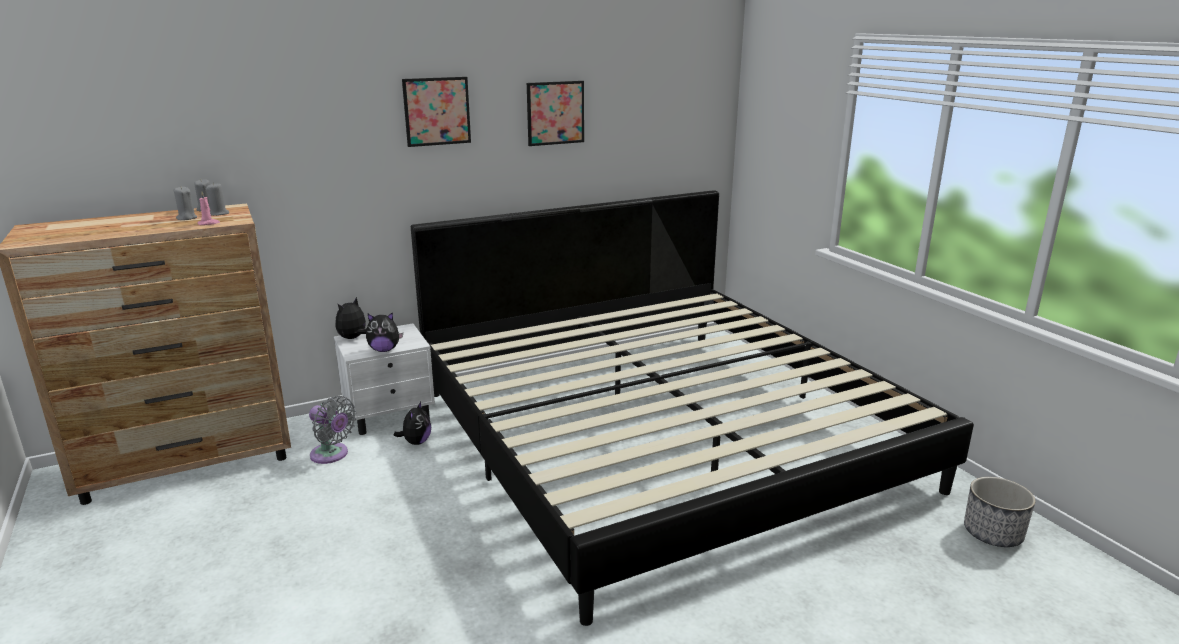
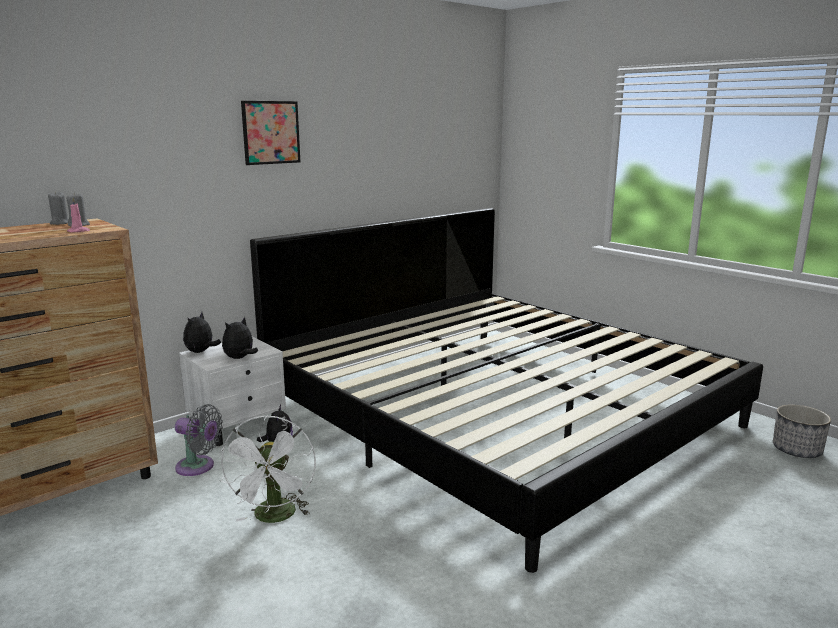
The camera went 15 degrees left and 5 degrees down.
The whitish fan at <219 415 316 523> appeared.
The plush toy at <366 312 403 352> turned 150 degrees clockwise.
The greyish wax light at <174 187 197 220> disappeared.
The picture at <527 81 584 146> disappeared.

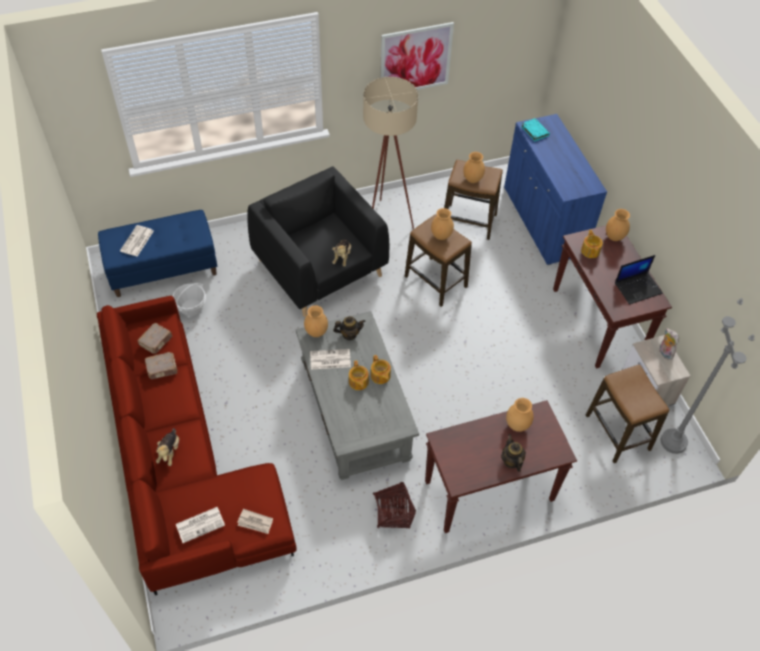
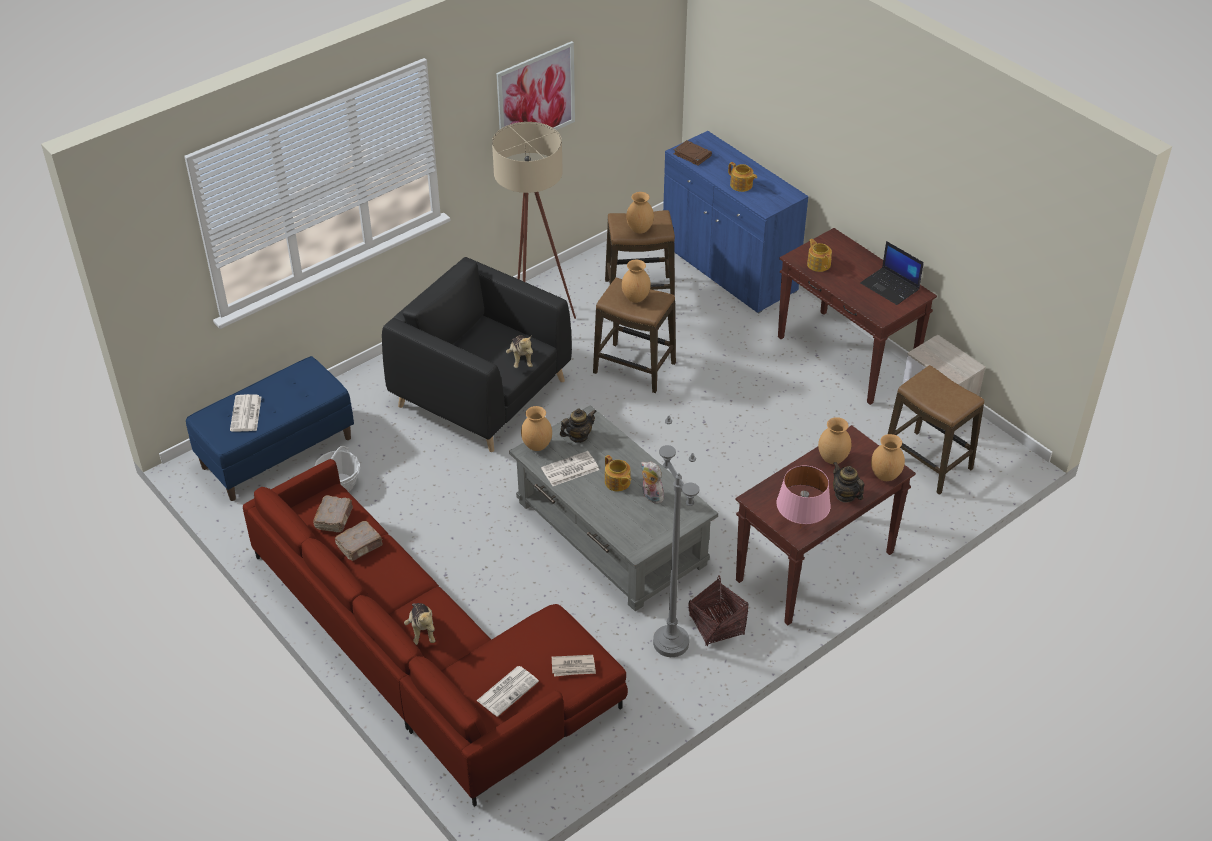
The camera went 20 degrees left and 10 degrees down.
The plush toy moved from <659 328 679 360> to <641 461 664 504>.
The greyish standing lamp moved from <661 298 754 454> to <653 416 699 657>.
The blue-green volume at <521 118 550 141> became the brown volume at <674 140 712 165>.
The teapot moved from <371 355 391 384> to <728 162 757 192>.
The pinkish tabletop lamp at <776 465 831 528> appeared.
The notebook computer at <615 255 663 305> turned 90 degrees clockwise.
The brown vase moved from <606 209 630 241> to <871 434 905 481>.

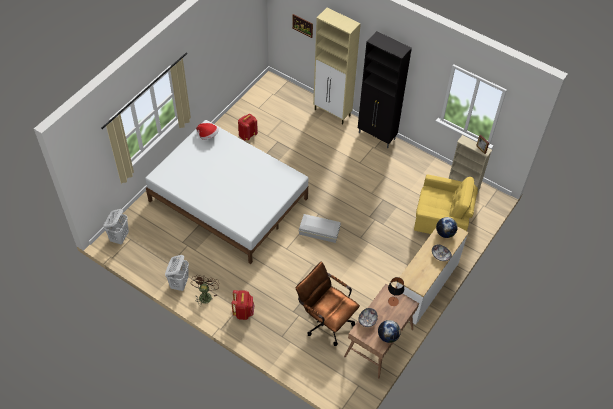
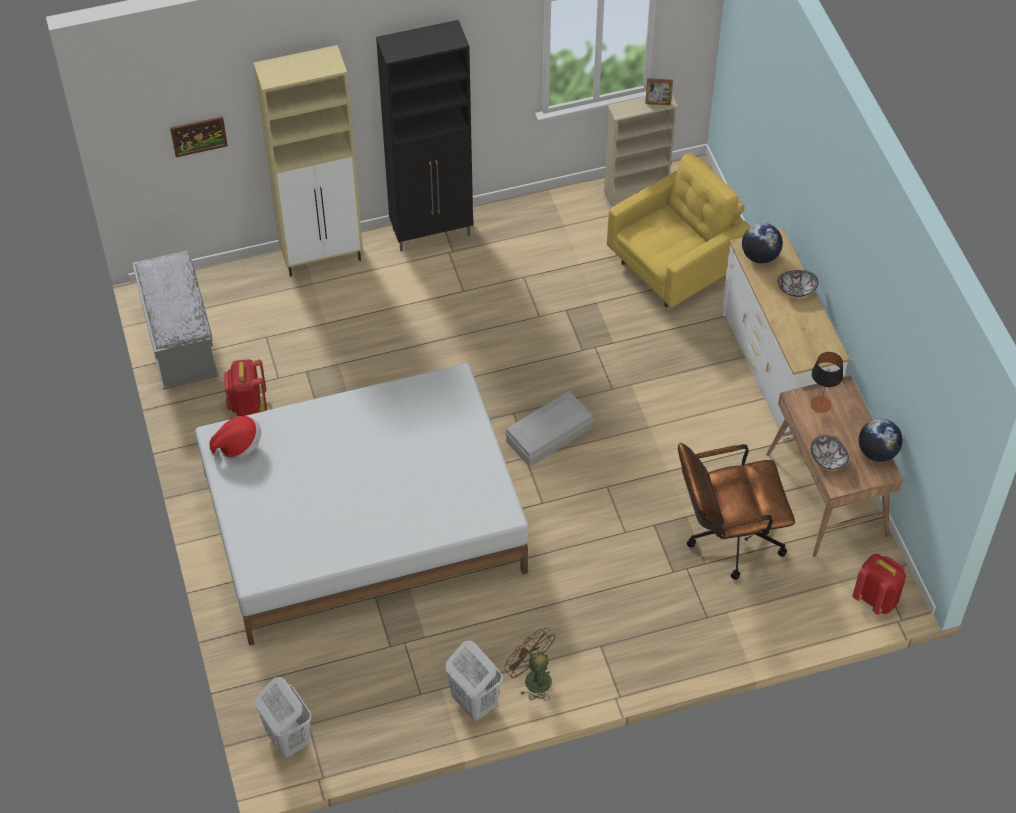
The camera went 50 degrees left and 0 degrees up.
The greyish bench at <132 251 219 390> appeared.
The red-coloured backpack moved from <232 290 254 320> to <853 554 906 615>.

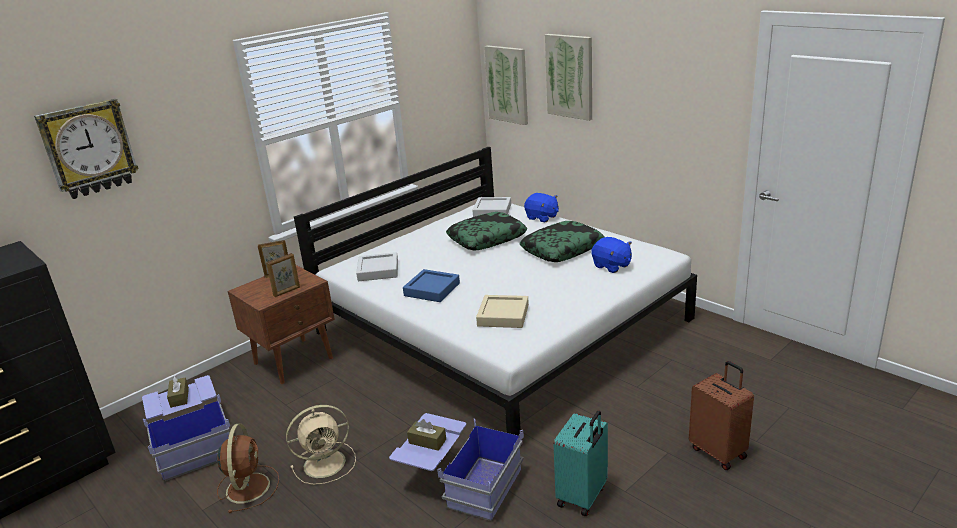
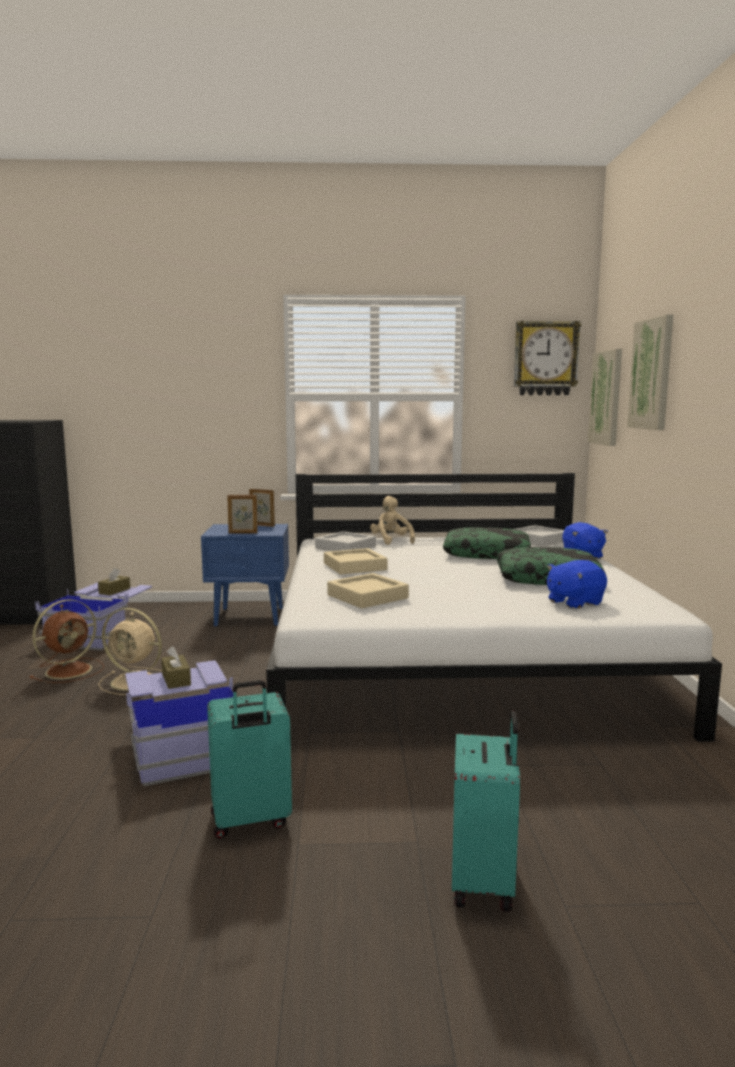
The camera went 40 degrees right and 15 degrees down.
The brown night table at <228 265 335 384> became the blue-coloured night table at <201 524 289 626>.
The blue-coloured serving tray at <403 269 460 302> became the sand-coloured serving tray at <324 548 387 574>.
The sand-coloured plush toy at <370 496 415 545> appeared.
The brown piece of luggage at <689 361 754 470> became the blue-green piece of luggage at <452 711 520 912>.
The wall clock moved from <34 99 139 199> to <514 321 581 395>.
The blue-coloured plush toy at <591 237 632 273> turned 60 degrees clockwise.

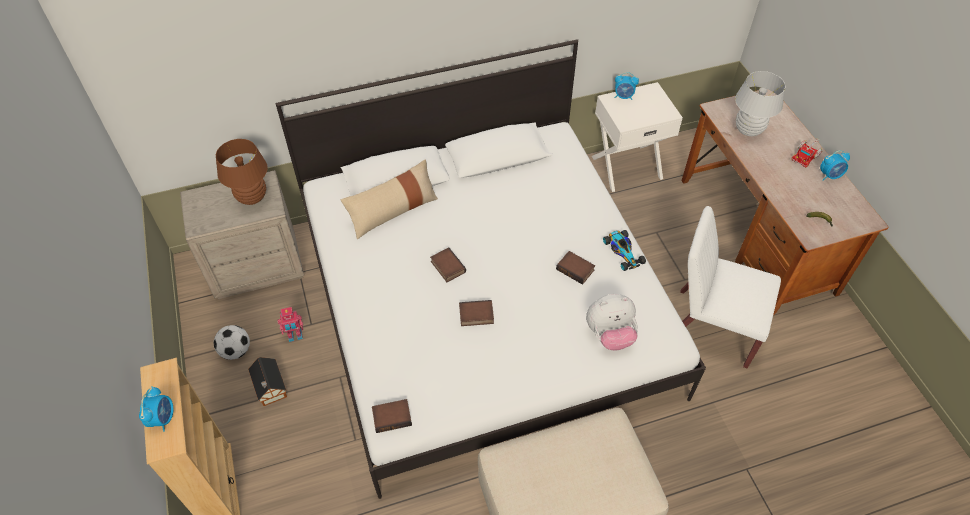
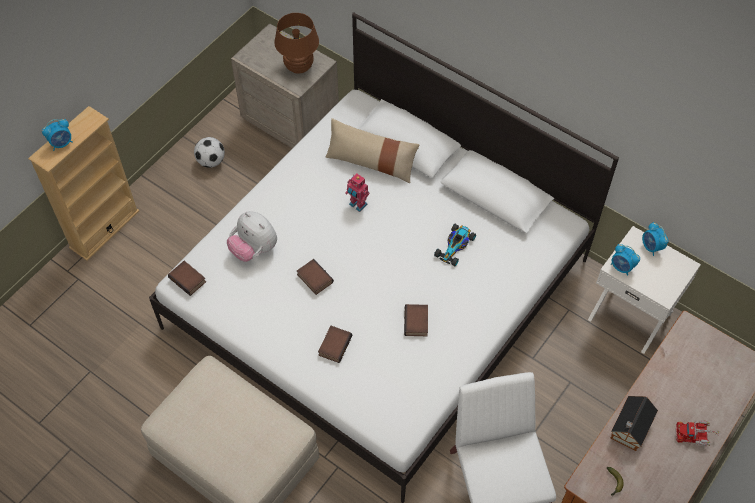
The camera went 55 degrees right and 5 degrees up.
The plush toy moved from <586 294 638 350> to <227 211 277 262>.
The volume moved from <430 247 466 282> to <318 326 352 363>.
The robot figure moved from <277 307 303 342> to <345 173 369 212>.
The toy car moved from <603 230 646 271> to <434 224 476 267>.
The alarm clock moved from <820 150 850 181> to <611 244 640 276>.
The miniature house moved from <248 357 287 406> to <611 396 658 451>.
The whitish tabletop lamp at <735 71 785 136> disappeared.

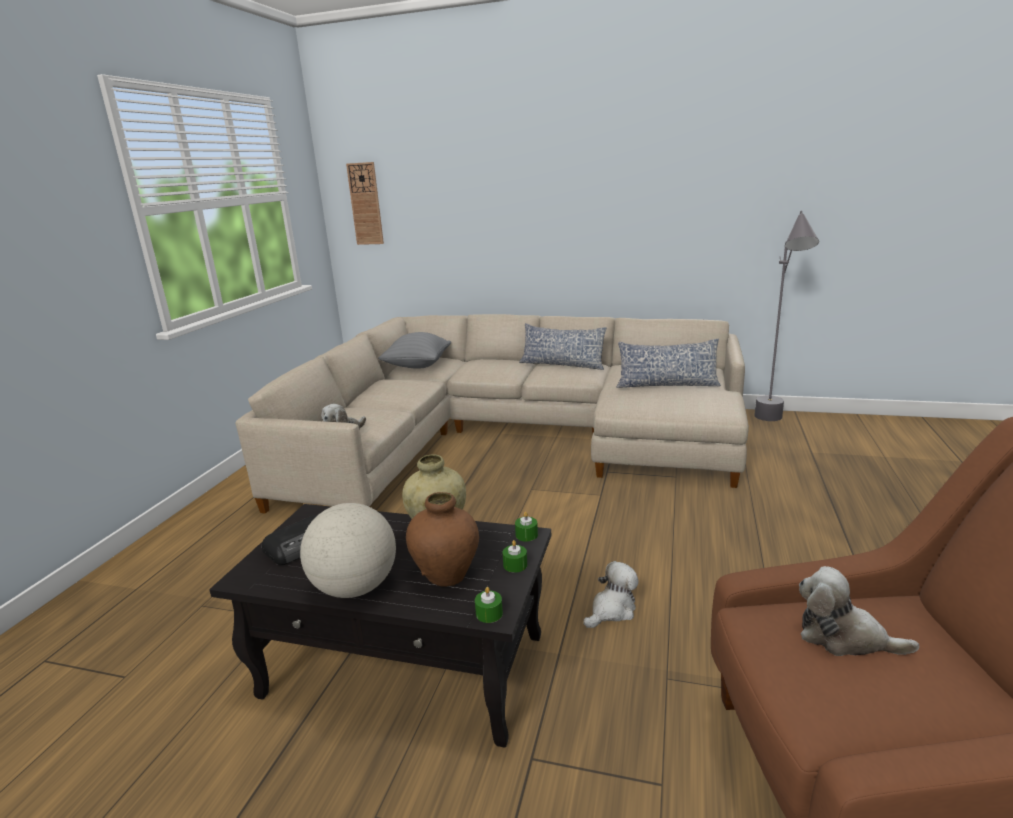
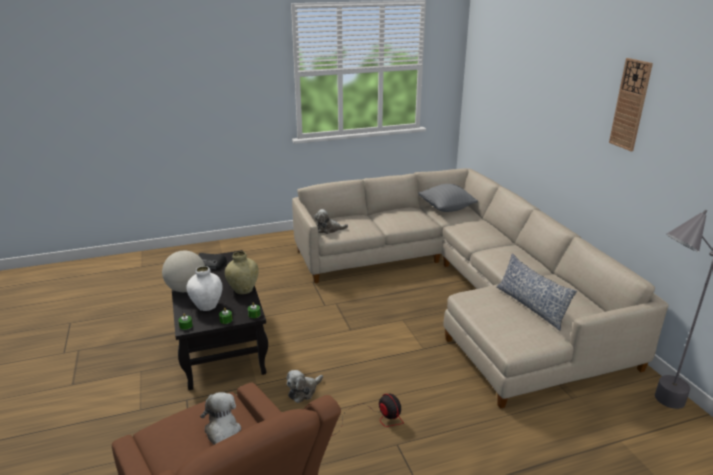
The camera went 55 degrees right and 5 degrees up.
The brown vase at <406 492 479 587> became the whitish vase at <187 266 223 311>.
The plush toy at <583 561 639 628> turned 120 degrees clockwise.
The fan at <332 394 404 436> appeared.
The wall clock moved from <346 162 384 245> to <609 58 653 151>.
The throw pillow at <519 323 607 370> disappeared.

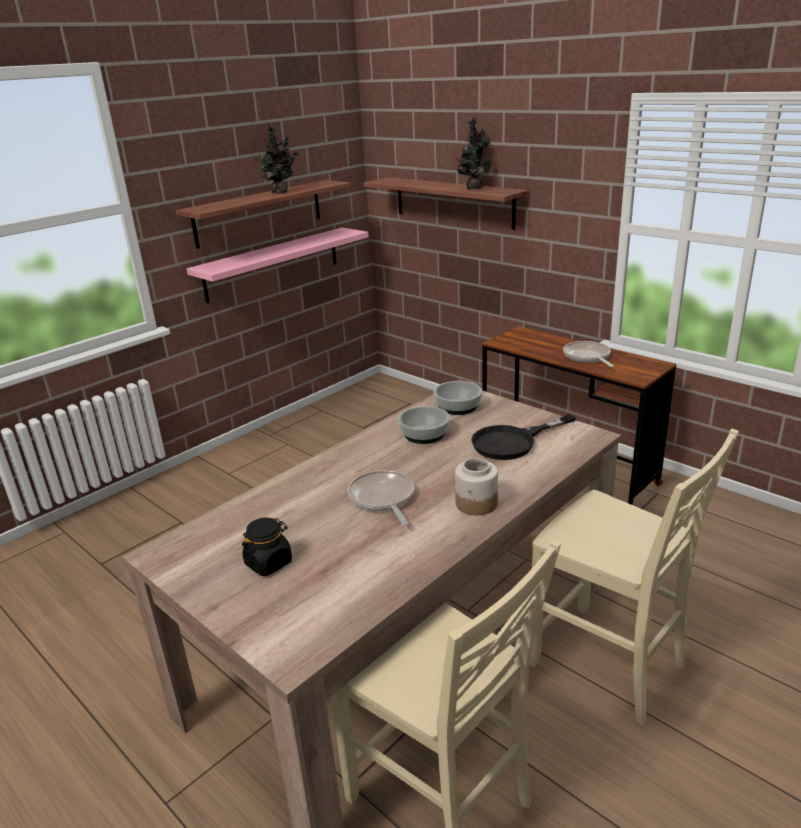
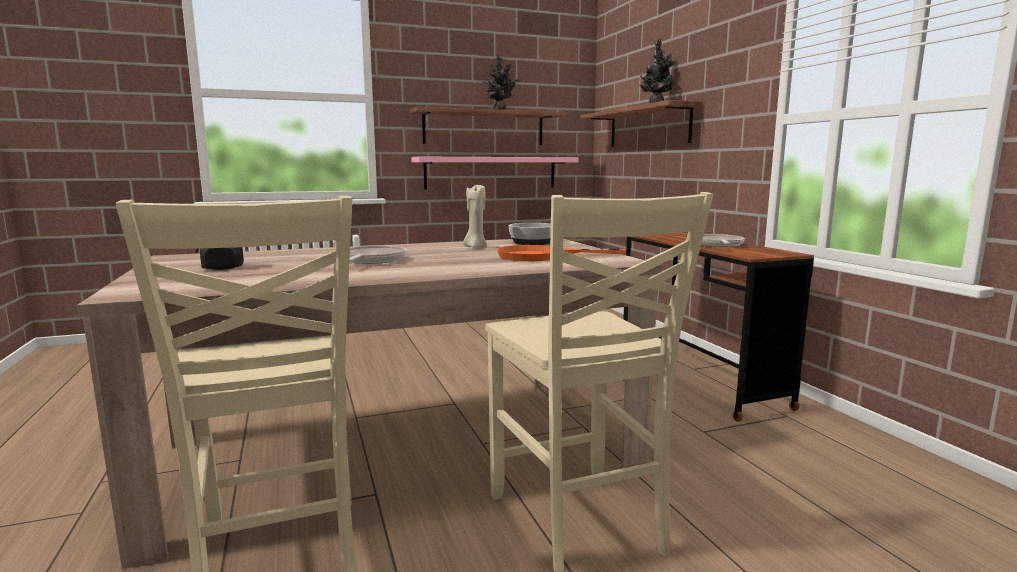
The camera went 25 degrees right and 15 degrees down.
The bowl at <398 406 450 444> was replaced by the sand-coloured wax light at <463 185 487 248>.
The black pan at <471 414 576 460> became the orangey pan at <497 245 626 261>.
The storage jar at <455 458 498 515> disappeared.

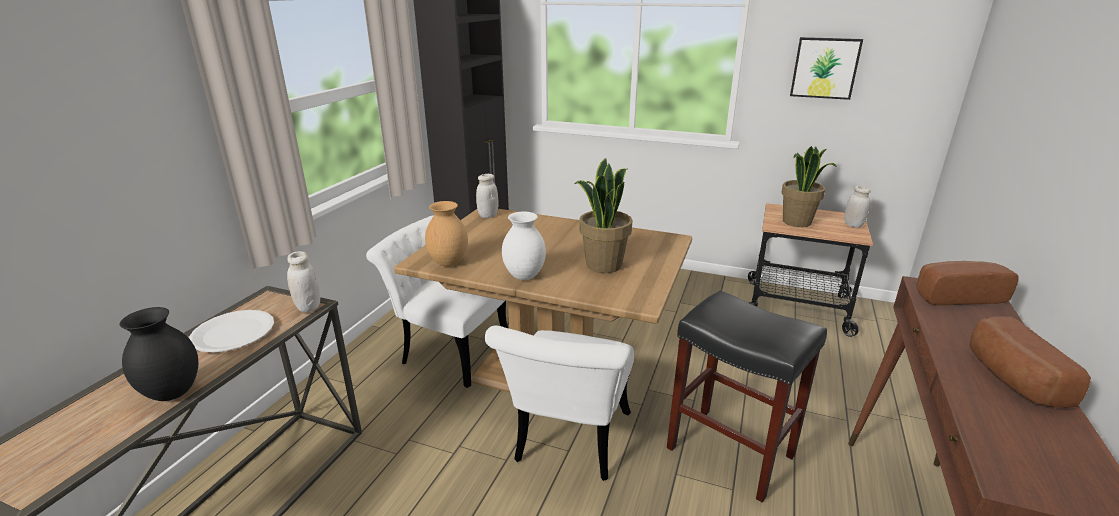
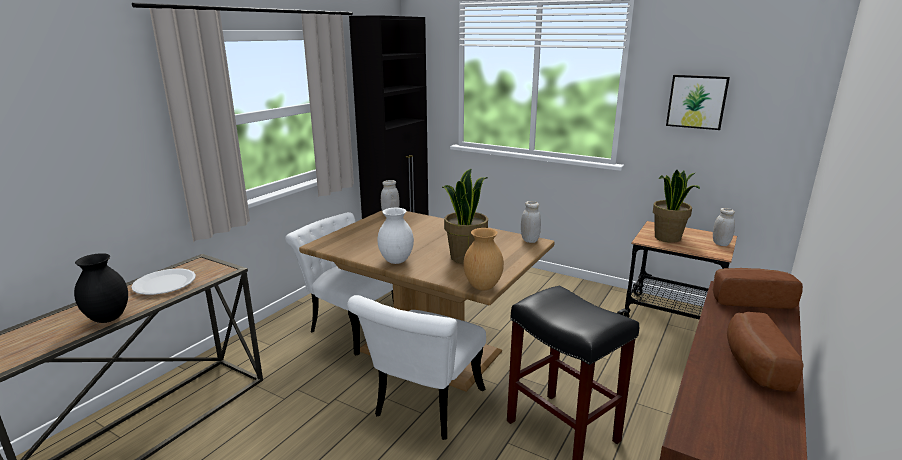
The camera went 10 degrees right and 5 degrees down.
The brown vase moved from <425 201 468 267> to <463 228 504 291>.
The whitish storage jar moved from <287 251 320 312> to <521 201 541 243>.

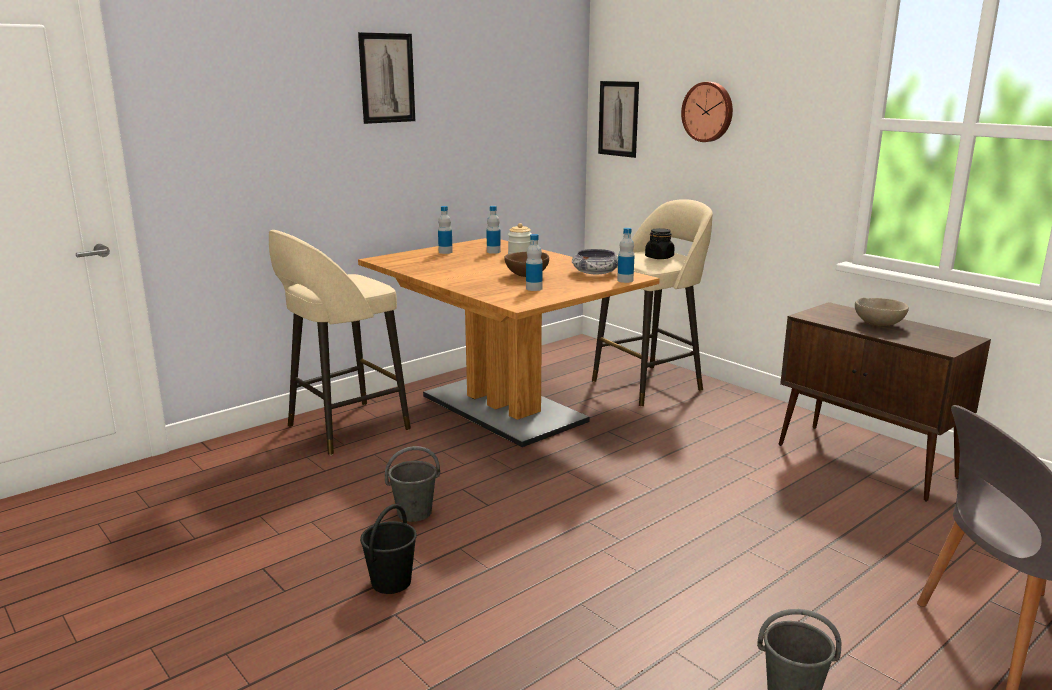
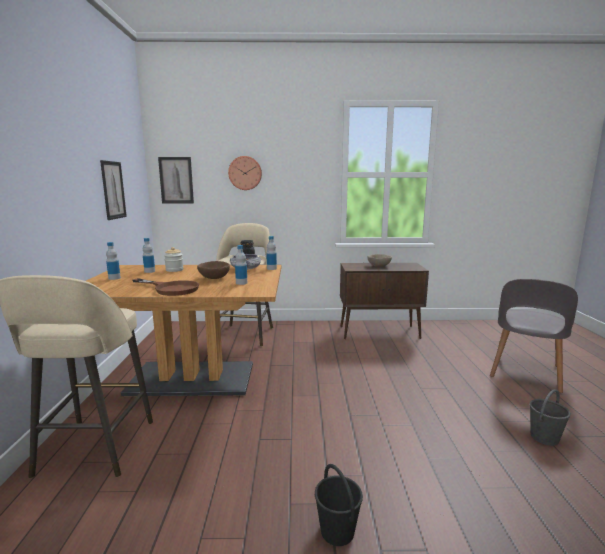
The camera went 50 degrees left and 5 degrees down.
The picture moved from <358 32 415 124> to <100 160 127 220>.
The brown pan at <132 278 199 296> appeared.
The greyish pail at <385 446 440 522> disappeared.

